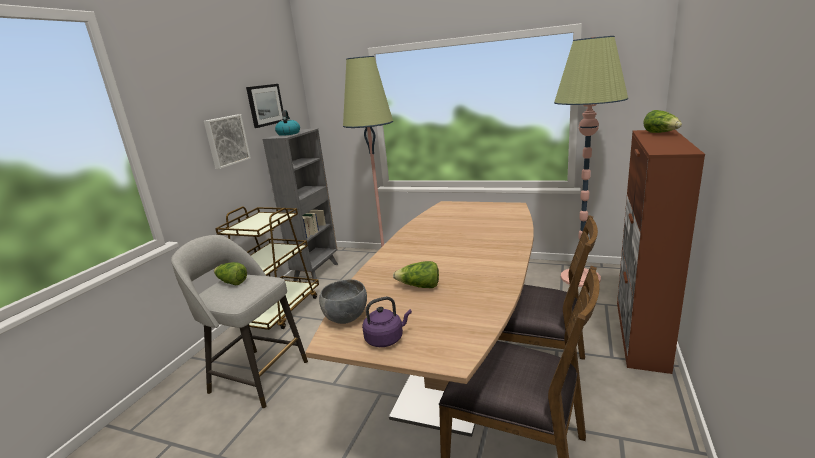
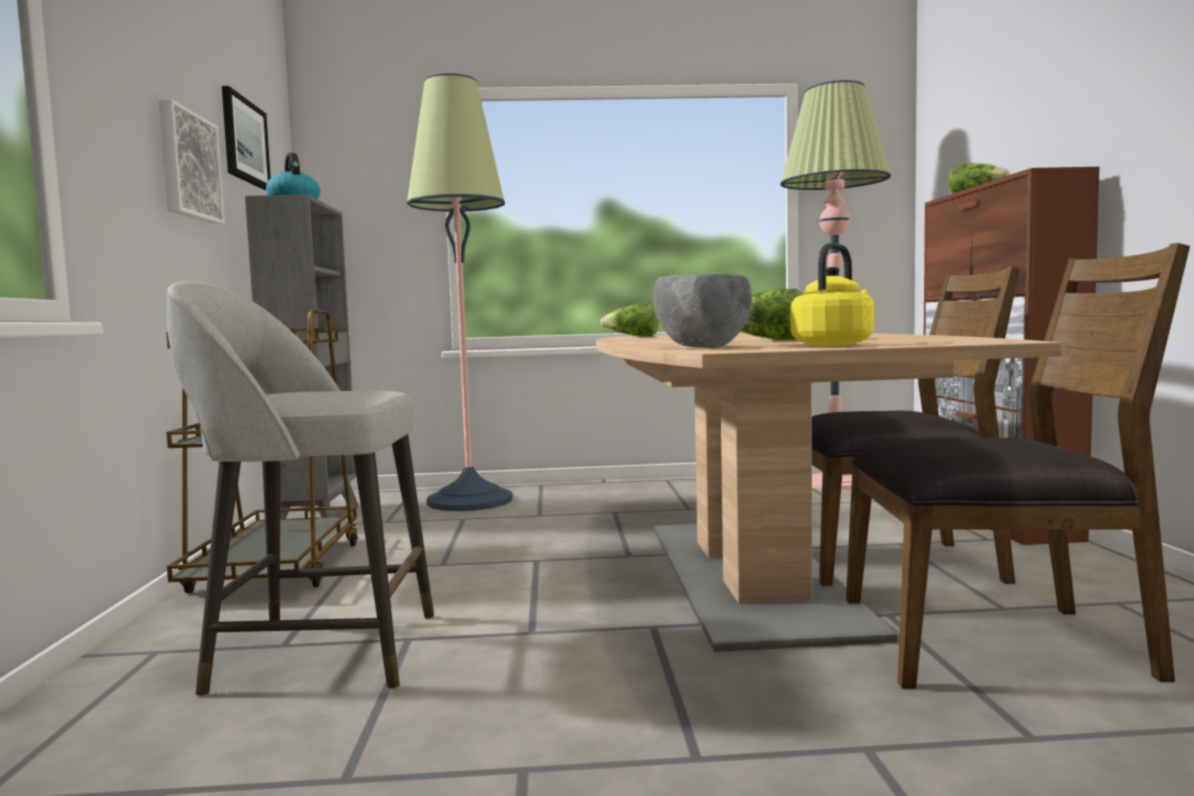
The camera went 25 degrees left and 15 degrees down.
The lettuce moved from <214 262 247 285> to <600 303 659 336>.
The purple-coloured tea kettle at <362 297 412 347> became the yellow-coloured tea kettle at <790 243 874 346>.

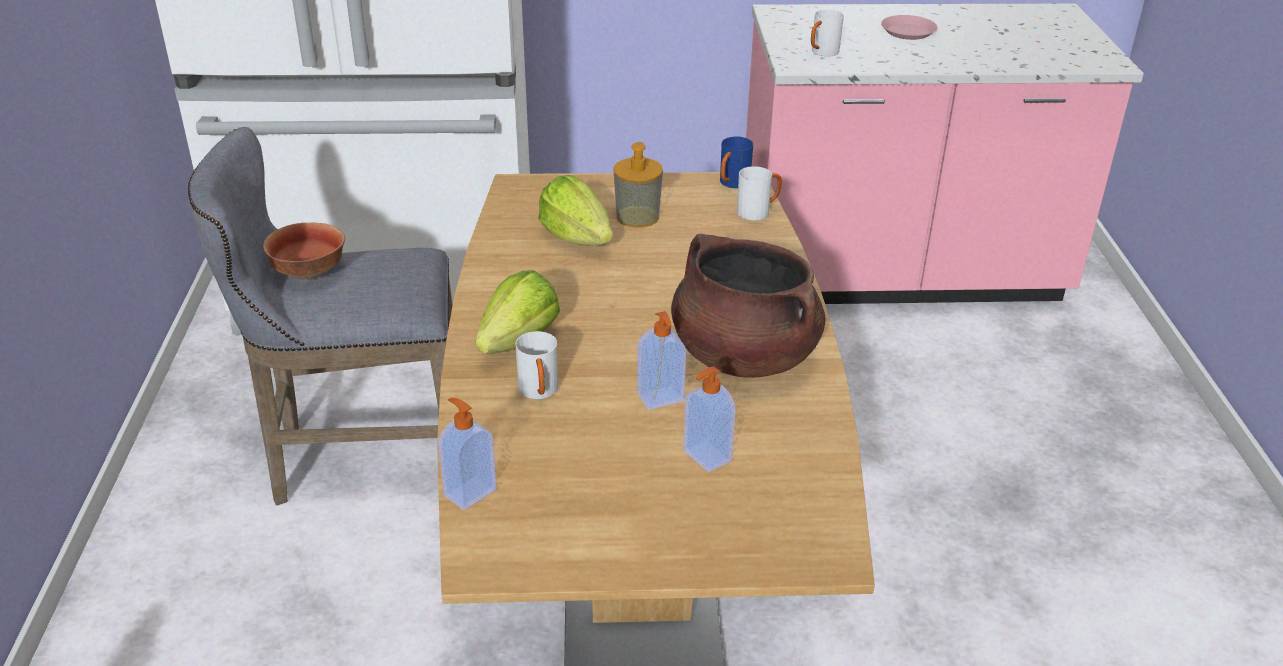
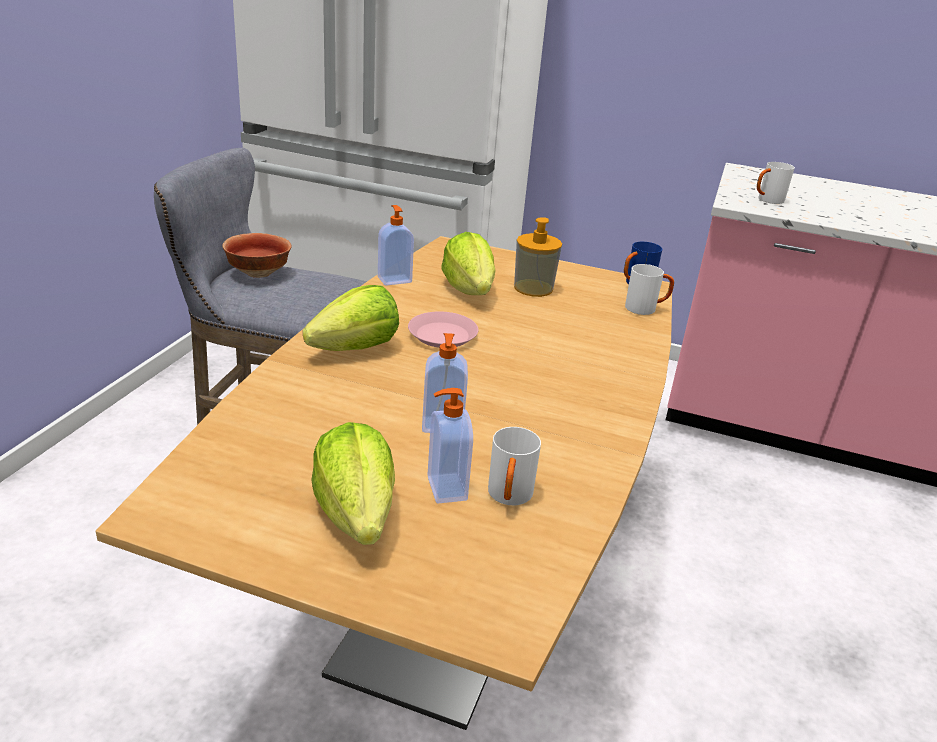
The camera went 20 degrees right and 5 degrees down.
The lettuce at <311 422 395 545> appeared.
The soap dispenser moved from <438 398 497 510> to <378 205 414 286>.
The pinkish plate moved from <881 15 938 40> to <408 311 478 348>.
The whitish mug moved from <516 331 558 399> to <488 427 541 506>.
The brown stockpot at <671 234 825 378> disappeared.

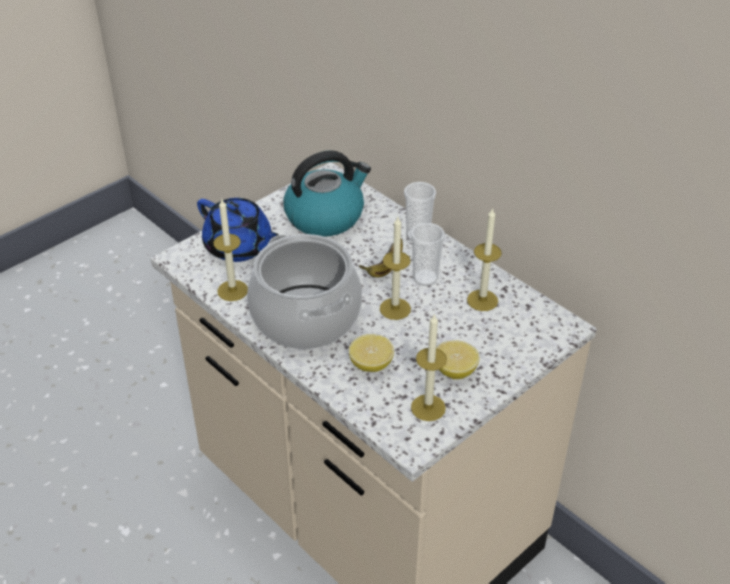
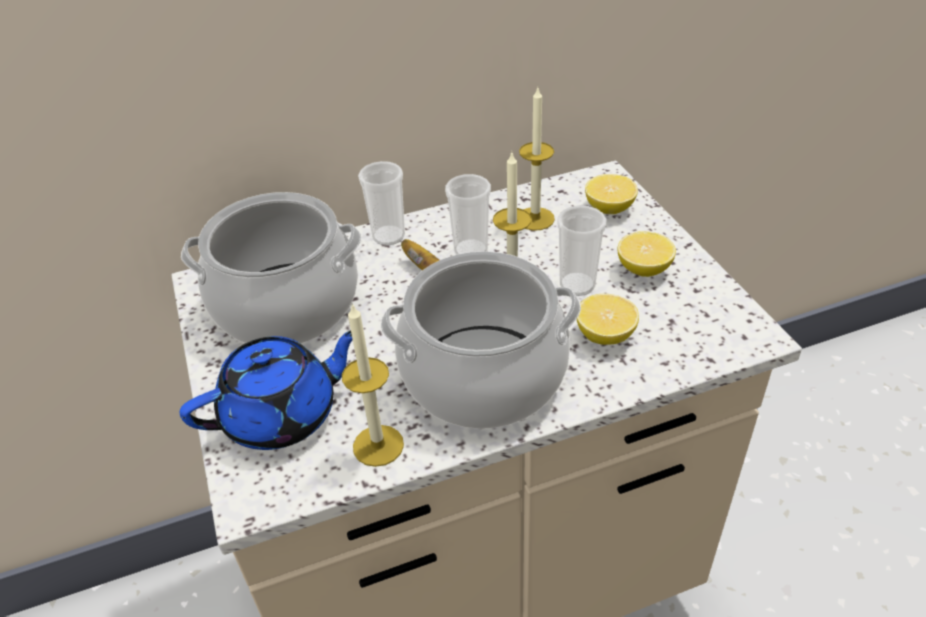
The camera went 65 degrees left and 0 degrees up.
The tea kettle at <283 150 371 237> was replaced by the stockpot at <181 192 361 344>.
The cup at <557 205 607 296> appeared.
The lemon at <585 174 638 214> appeared.
The wax light at <411 313 447 421> disappeared.

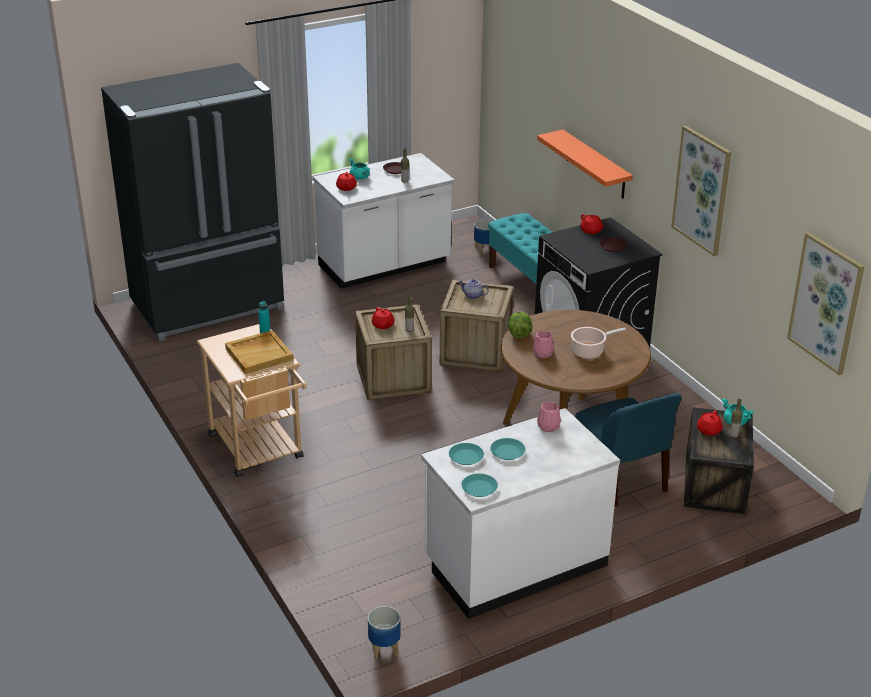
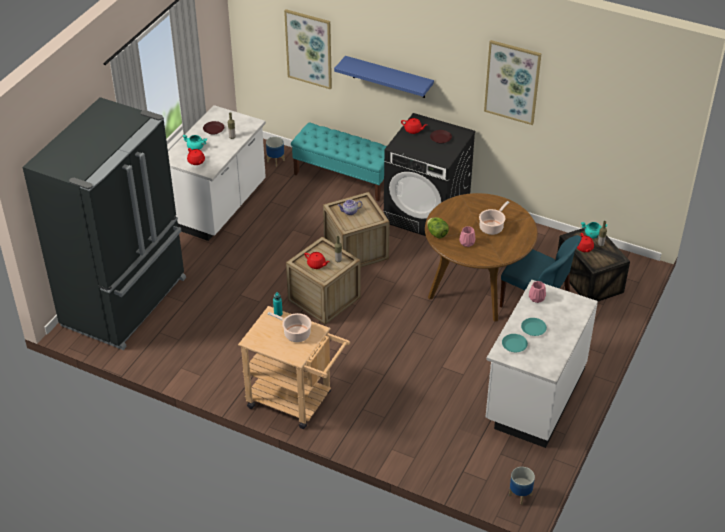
The camera went 35 degrees left and 10 degrees up.
The sand-coloured serving tray at <225 330 293 374> was replaced by the stockpot at <267 312 311 342>.
The picture moved from <787 232 865 375> to <284 9 332 89>.
The orangey shelf at <537 130 633 199> became the blue-coloured shelf at <334 56 434 98>.
The blue-green plate at <461 474 498 497> disappeared.

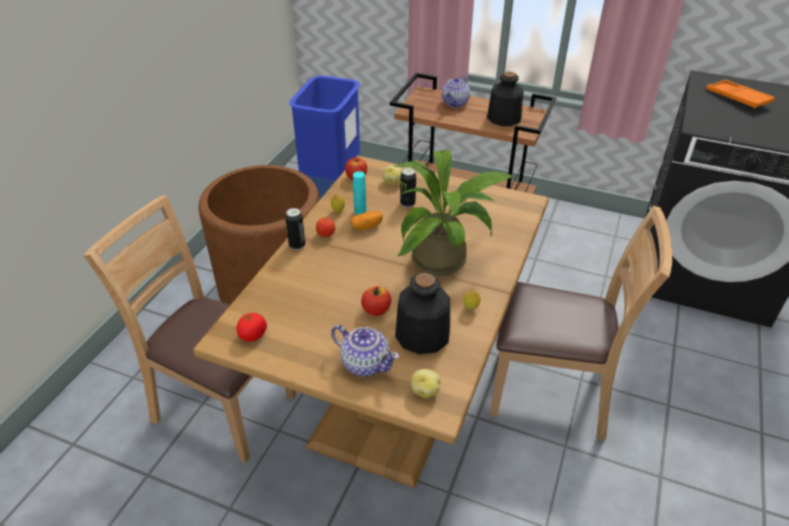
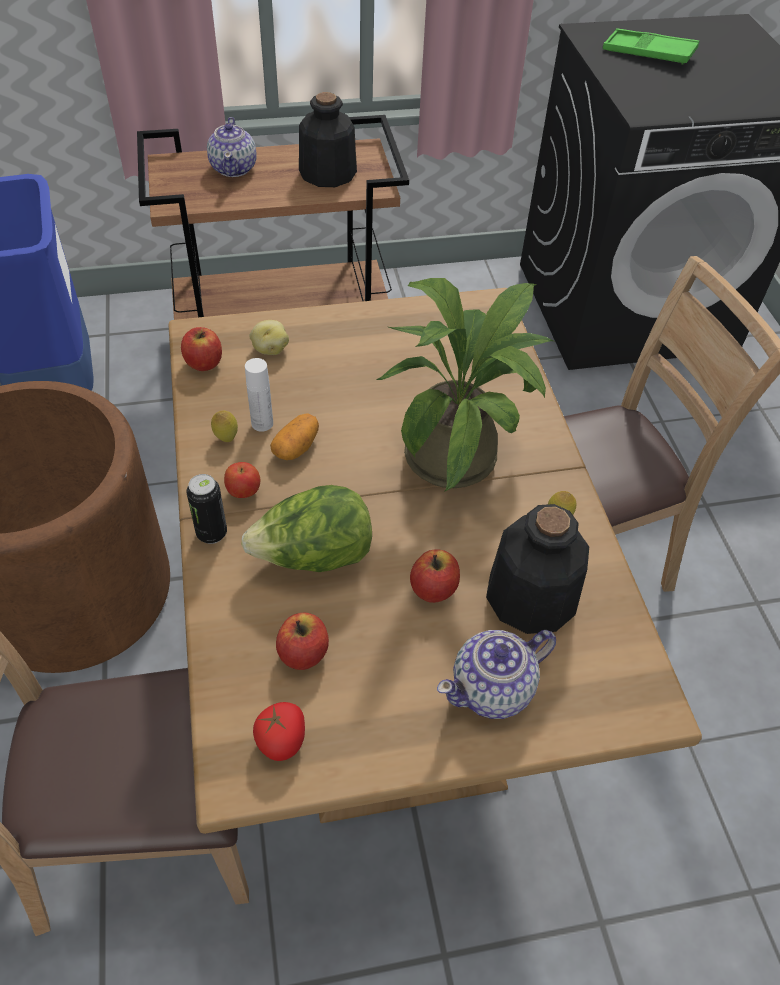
The camera went 35 degrees left and 10 degrees up.
The lettuce at <241 485 372 572> appeared.
The blue-green drink bottle at <353 171 366 215> became the whitish drink bottle at <245 358 273 432>.
The apple fruit at <276 613 329 670> appeared.
The teapot at <331 325 400 377> turned 150 degrees clockwise.
The orangey serving tray at <706 80 775 109> became the green serving tray at <603 28 699 64>.
The metal can at <400 168 416 208> disappeared.
The whole potato at <411 369 441 398> disappeared.

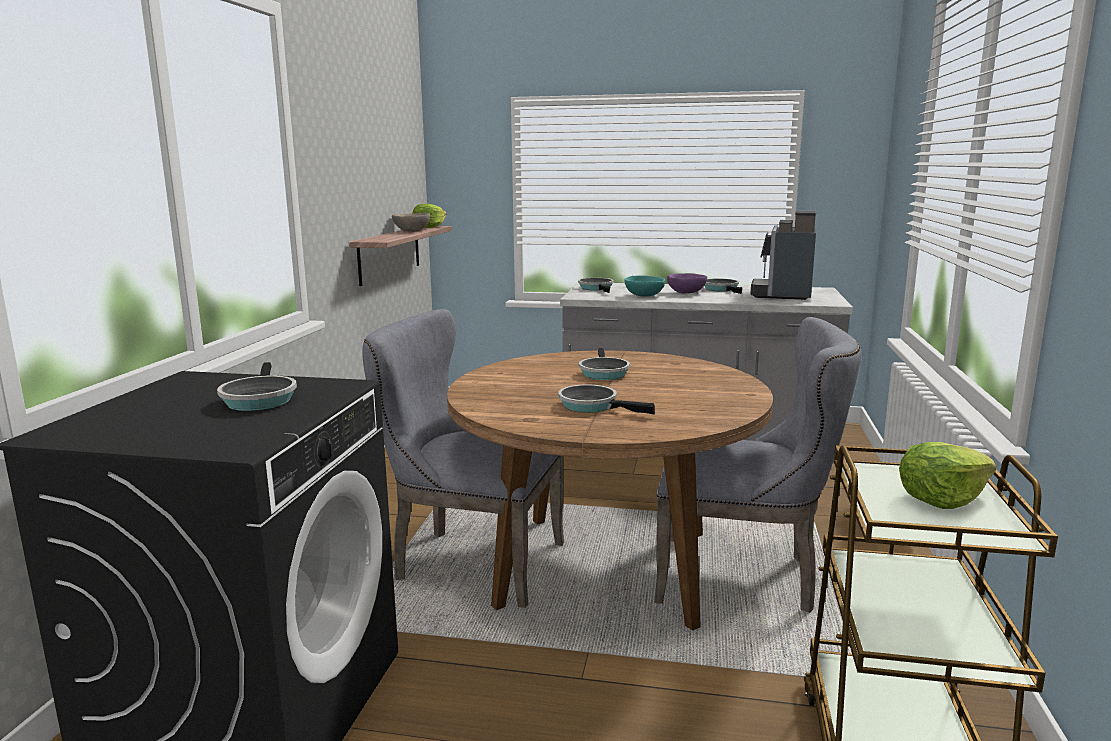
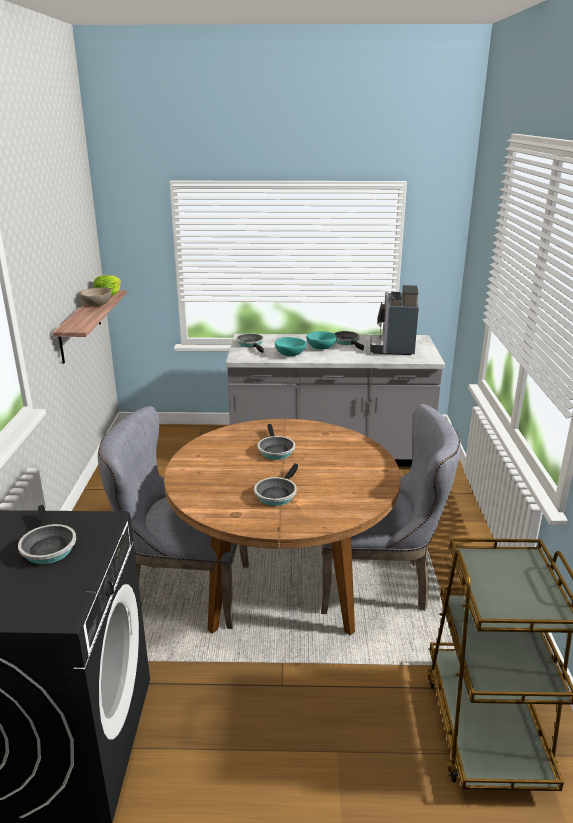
The camera went 10 degrees left and 10 degrees up.
The pan at <558 384 655 414> turned 90 degrees counterclockwise.
The purple-coloured bowl at <667 273 707 293> became the blue-green bowl at <306 331 337 350>.
The lettuce at <899 442 996 509> disappeared.

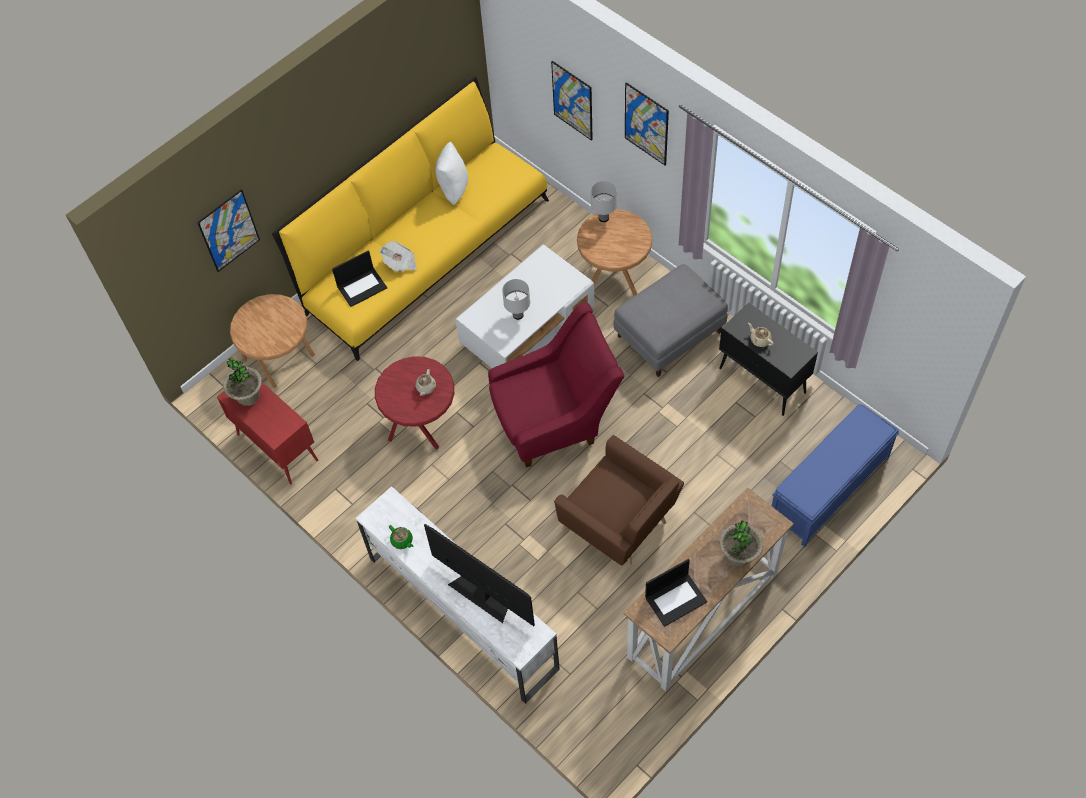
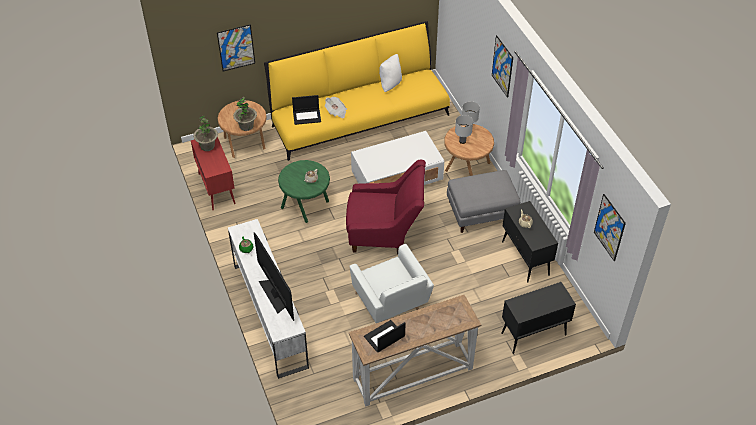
The camera went 20 degrees right and 10 degrees down.
The houseplant moved from <719 520 763 566> to <233 97 257 131>.
The red-coloured end table at <375 356 454 449> became the green end table at <278 160 330 223>.
The brown armchair at <554 435 684 566> became the whitish armchair at <349 244 434 323>.
The notebook computer at <645 559 707 627> turned 150 degrees clockwise.
The whitish tabletop lamp moved from <502 279 530 320> to <455 115 473 144>.
The blue-coloured bench at <772 404 900 547> was replaced by the black storage cabinet at <501 282 576 354>.
The picture moved from <551 61 593 141> to <594 194 626 261>.

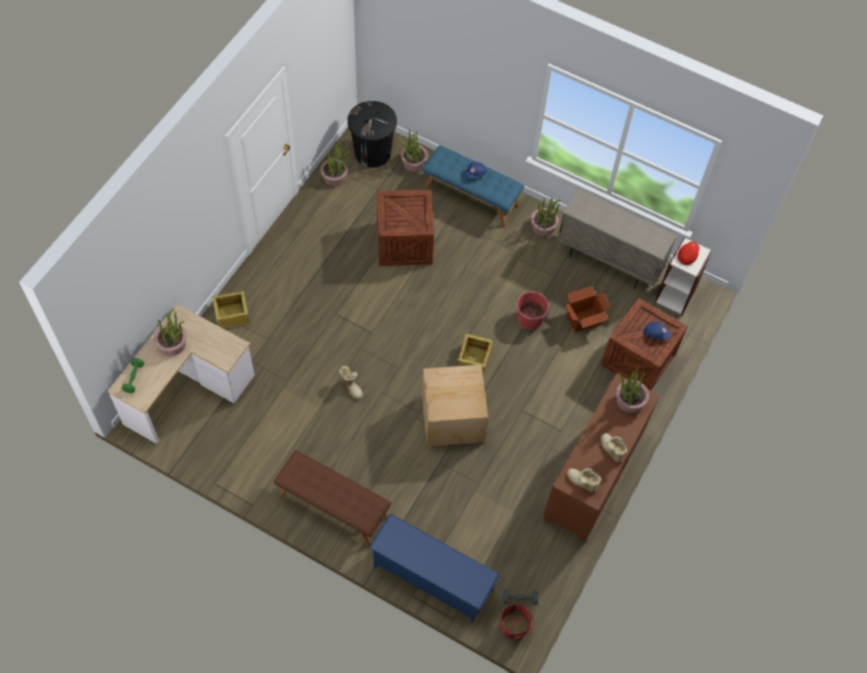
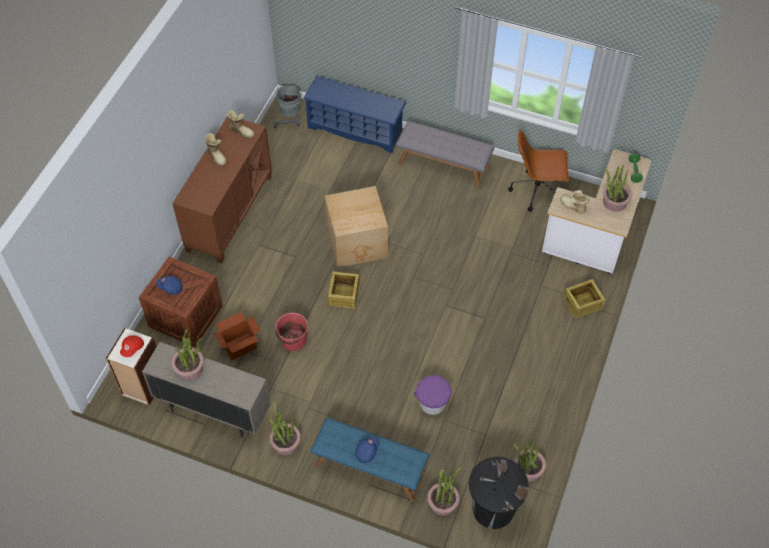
The camera went 175 degrees right and 5 degrees down.
The houseplant moved from <616 366 649 413> to <171 329 204 380>.
The red-coloured pail at <500 604 534 641> became the greyish pail at <275 85 301 117>.
The brown bench at <274 450 391 546> became the greyish bench at <396 121 494 188>.
The packing crate at <377 190 434 266> was replaced by the purple-coloured pail at <414 375 452 415>.
The brown office chair at <508 130 569 212> appeared.
The tall boot moved from <339 366 363 399> to <560 190 590 214>.

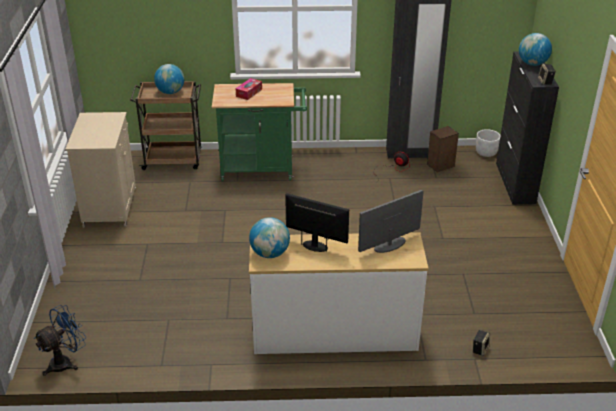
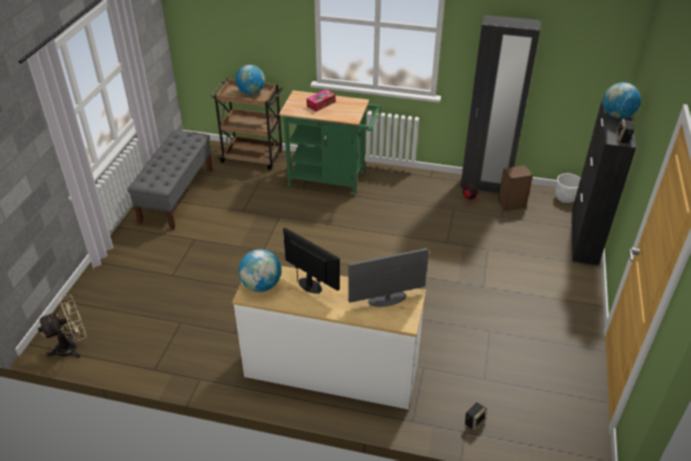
The camera went 15 degrees right and 5 degrees up.
The blue-coloured fan at <34 305 86 376> became the sand-coloured fan at <38 294 86 358>.
The sand-coloured storage cabinet at <65 112 136 228> was replaced by the greyish bench at <127 130 213 230>.

